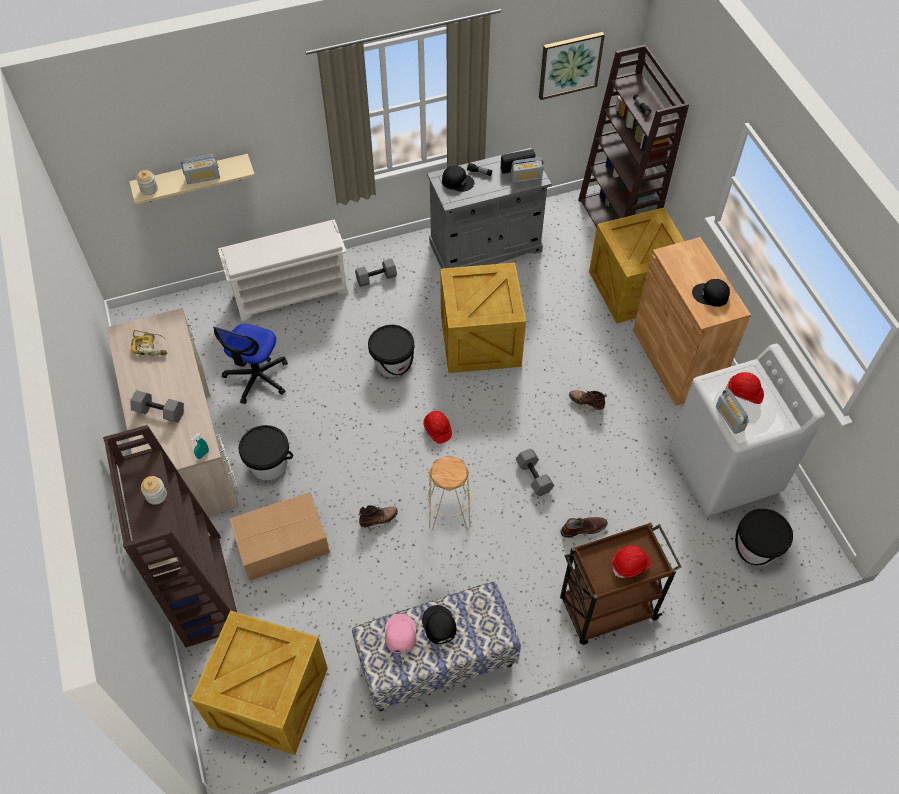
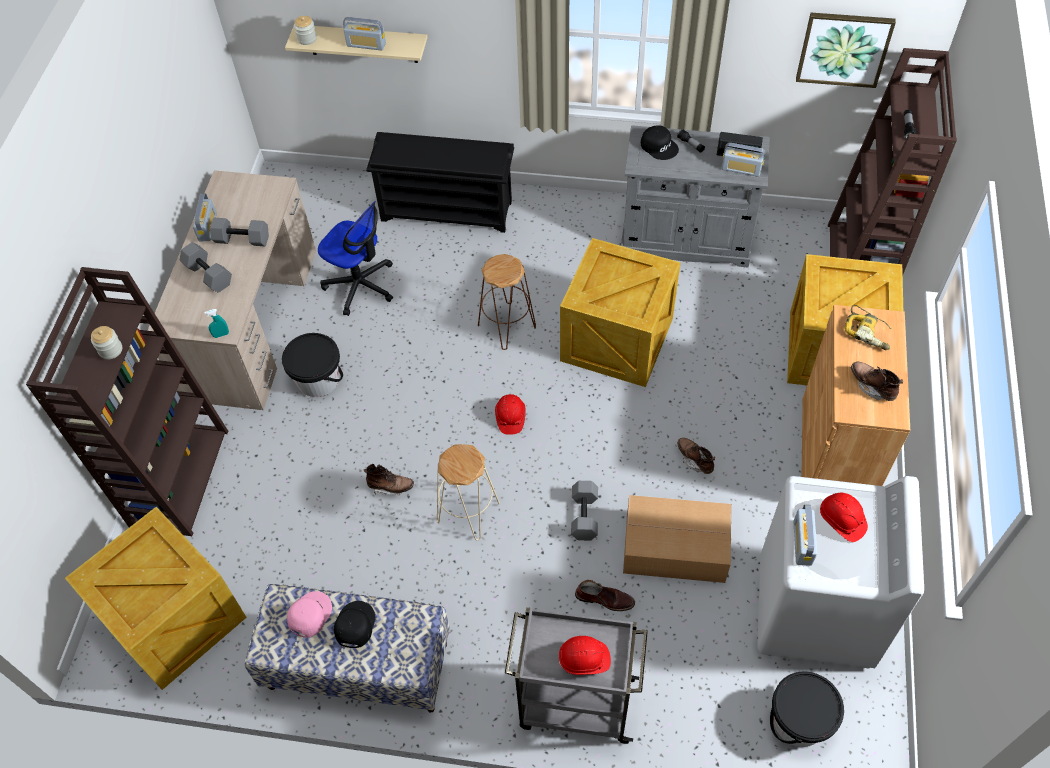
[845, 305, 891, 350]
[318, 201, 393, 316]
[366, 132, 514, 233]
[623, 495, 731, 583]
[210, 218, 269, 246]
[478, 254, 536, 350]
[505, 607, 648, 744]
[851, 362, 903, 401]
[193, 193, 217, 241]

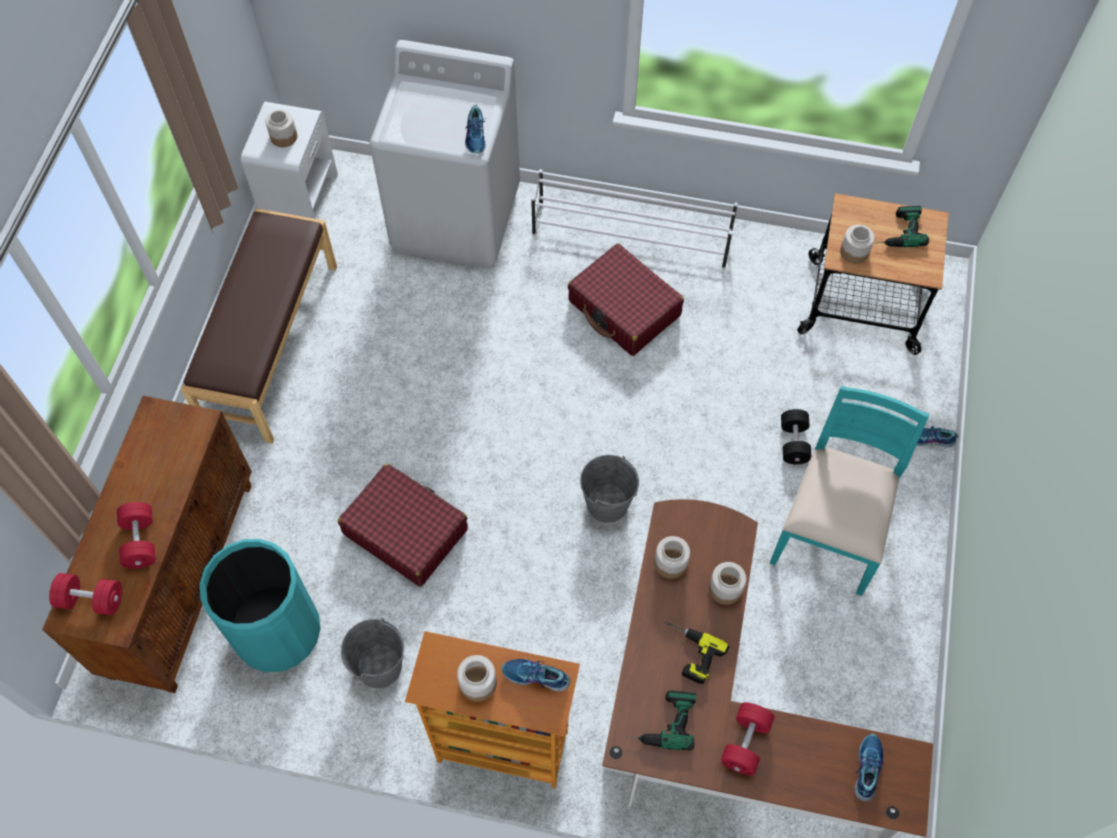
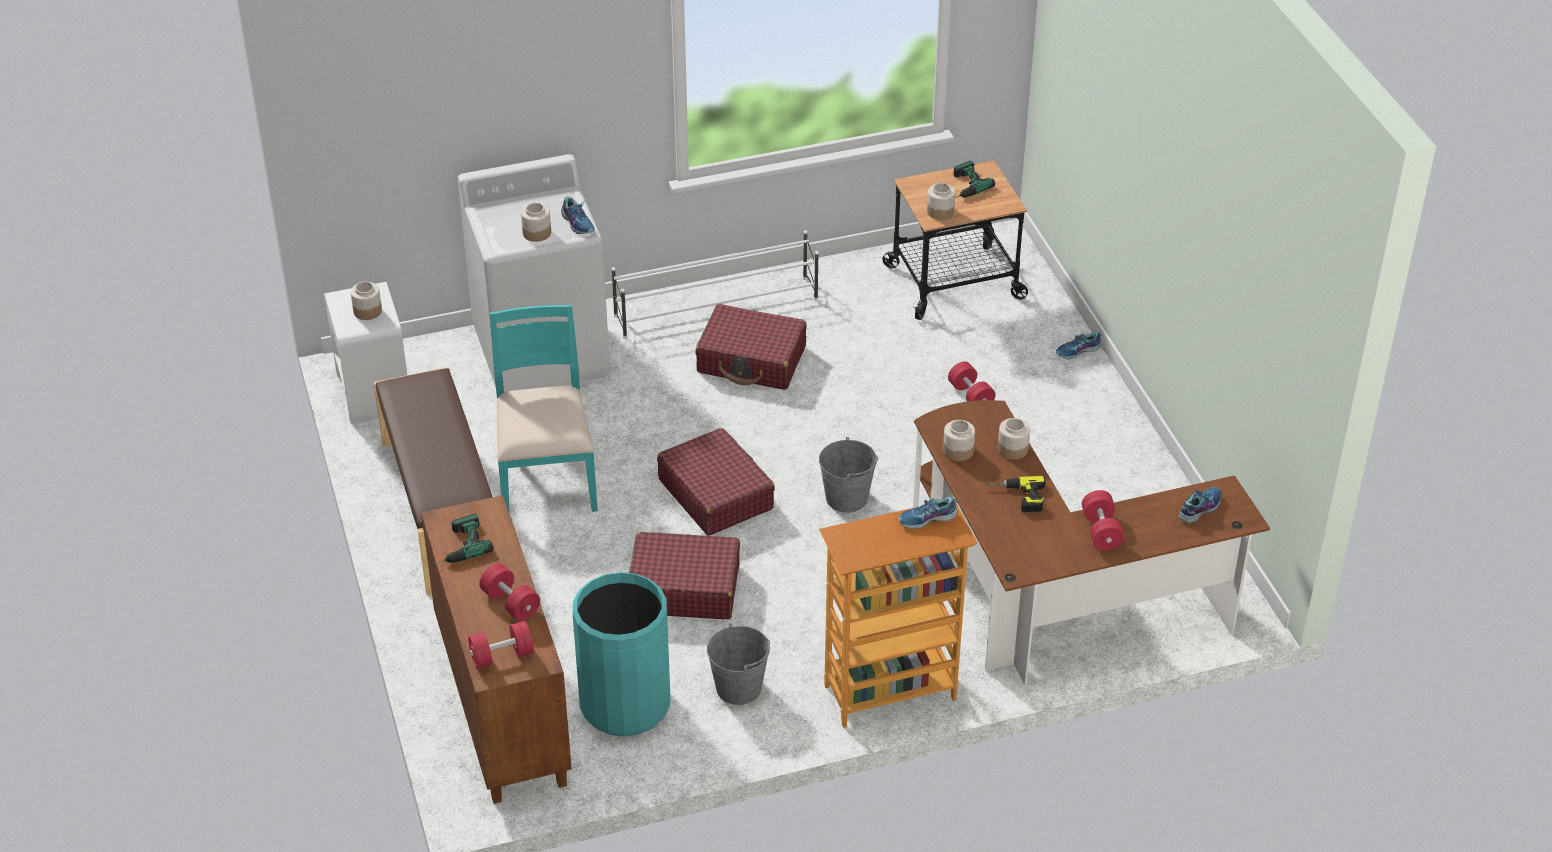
[521, 203, 551, 242]
[435, 514, 493, 563]
[490, 305, 598, 514]
[948, 362, 995, 402]
[1179, 487, 1222, 524]
[657, 428, 775, 536]

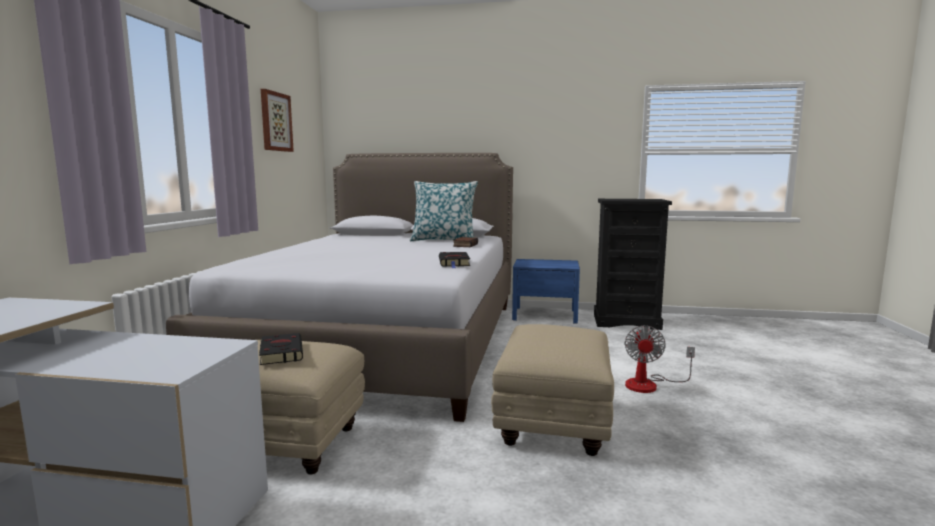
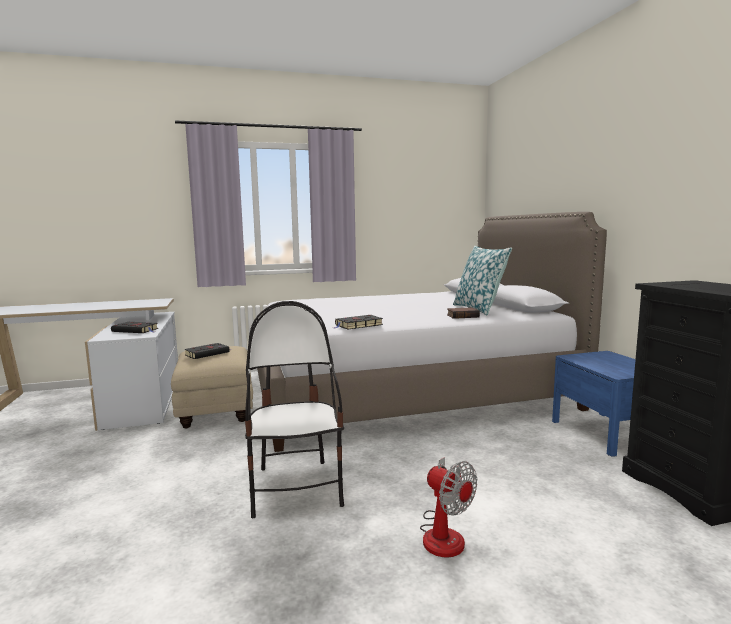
[261, 89, 294, 152] (first image)
[245, 301, 344, 518]
[420, 457, 477, 557]
[111, 322, 158, 333]

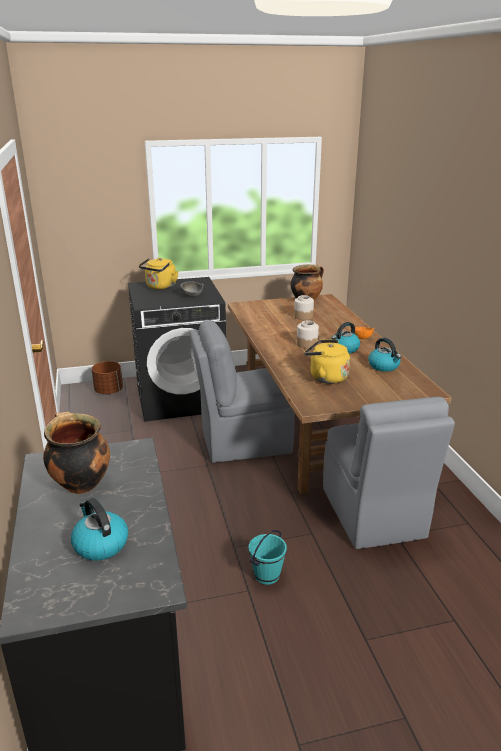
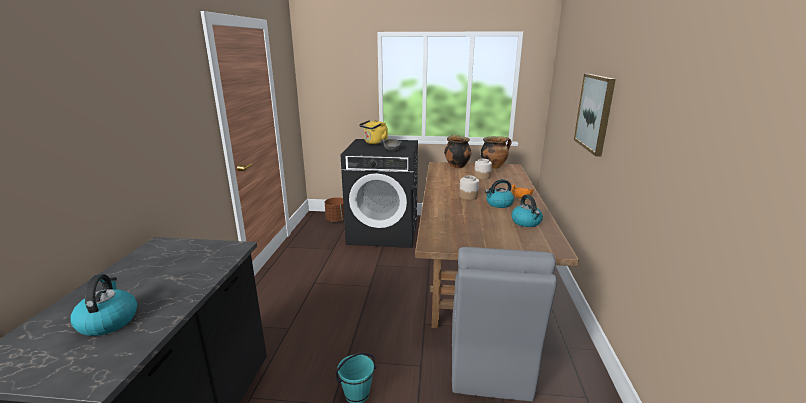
[444, 135, 471, 168]
[189, 320, 295, 463] (first image)
[304, 340, 350, 384] (first image)
[574, 74, 616, 156]

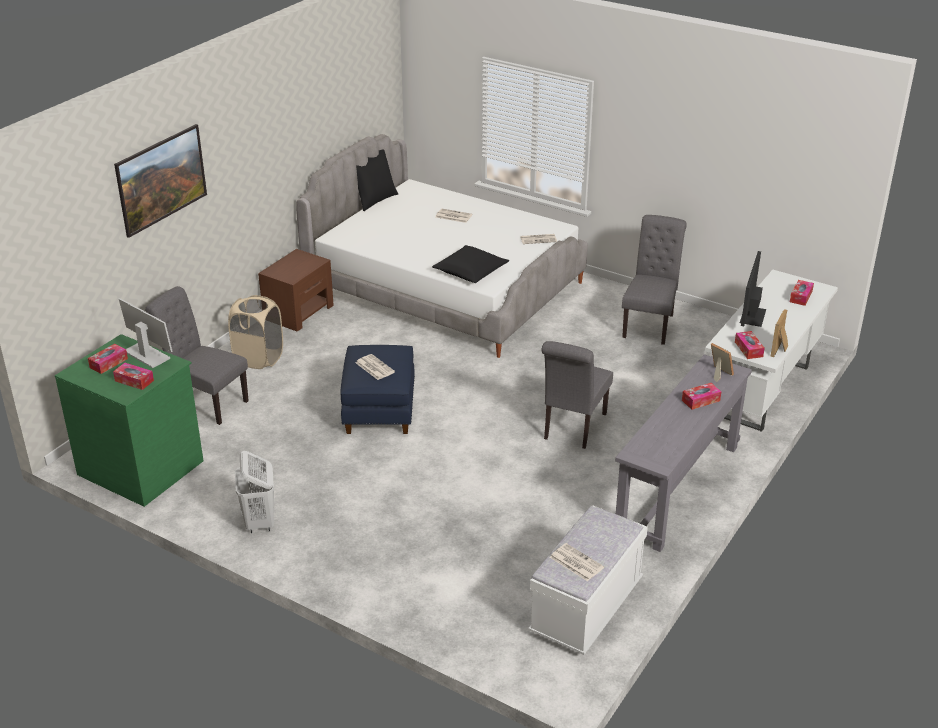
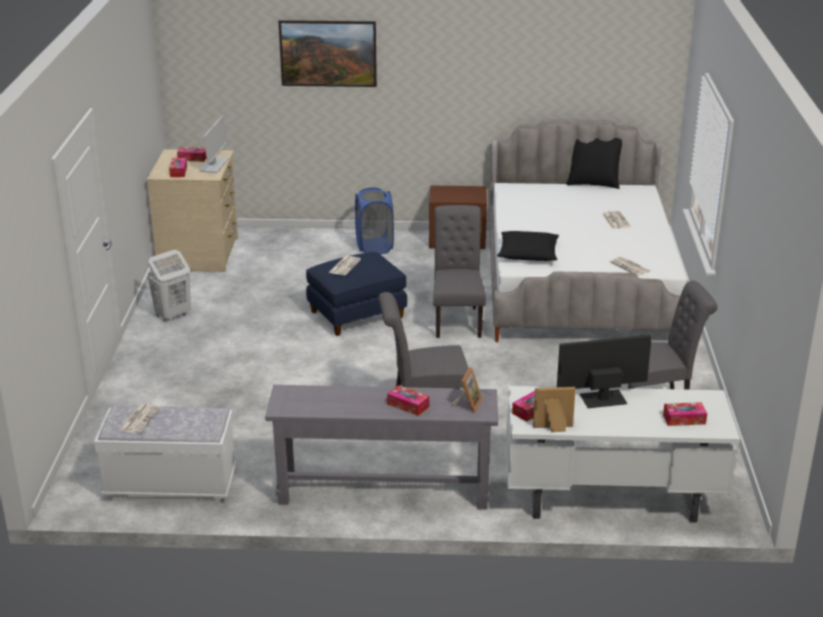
[147, 149, 238, 272]
[433, 205, 486, 338]
[355, 188, 394, 255]

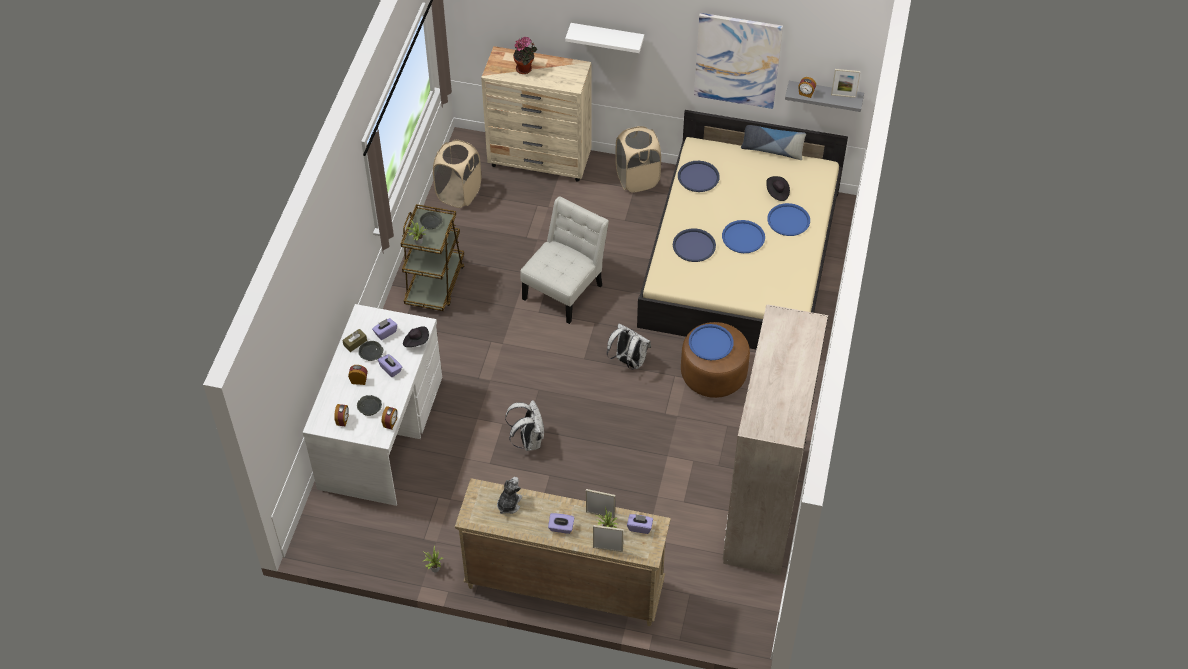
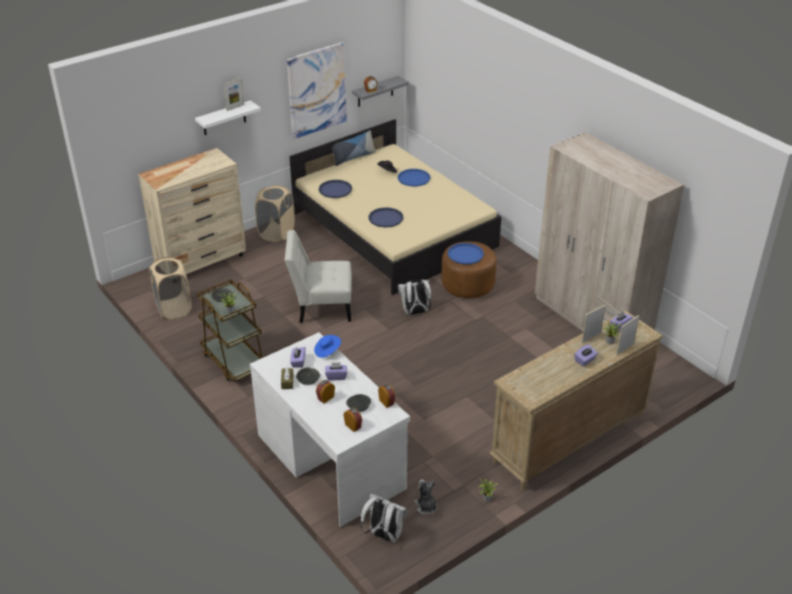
[314, 335, 341, 358]
[414, 479, 437, 515]
[360, 493, 408, 542]
[513, 37, 537, 74] (first image)
[285, 230, 352, 323]
[722, 220, 765, 253] (first image)
[223, 78, 244, 111]

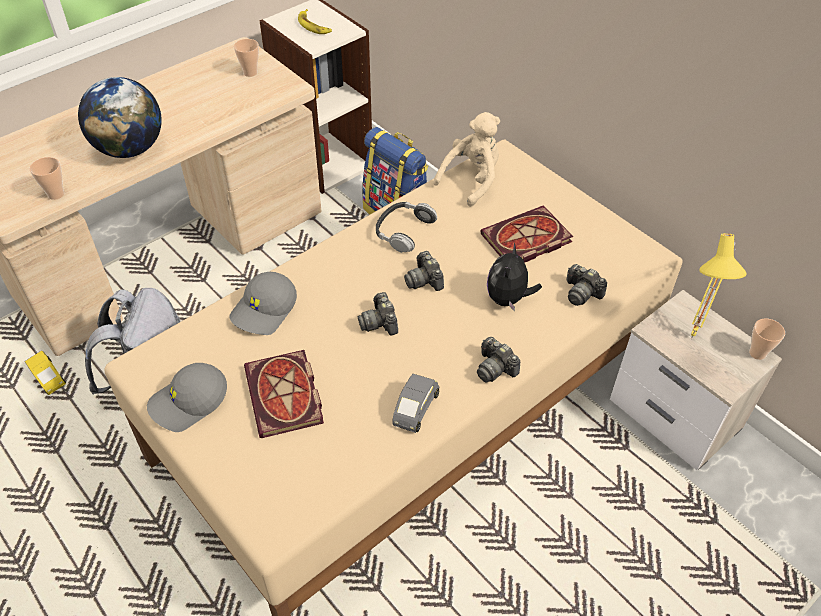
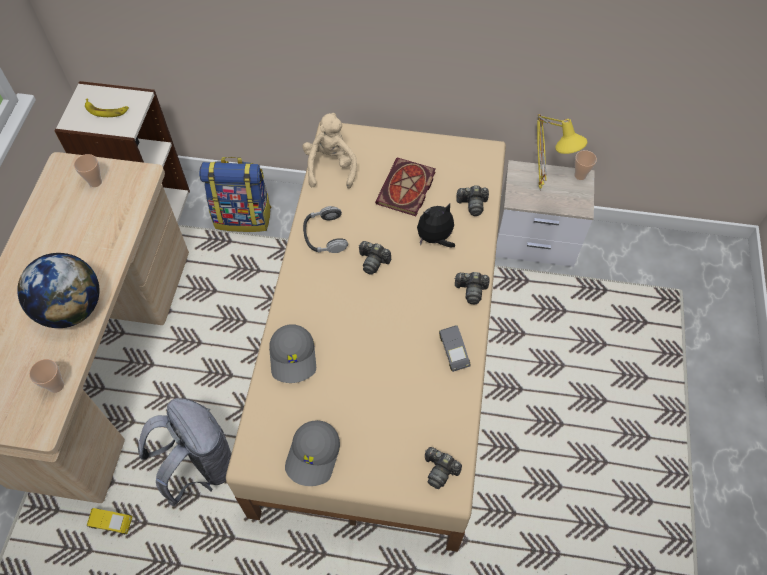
[244, 350, 324, 438] (first image)
[425, 447, 462, 489]
[417, 204, 455, 247]

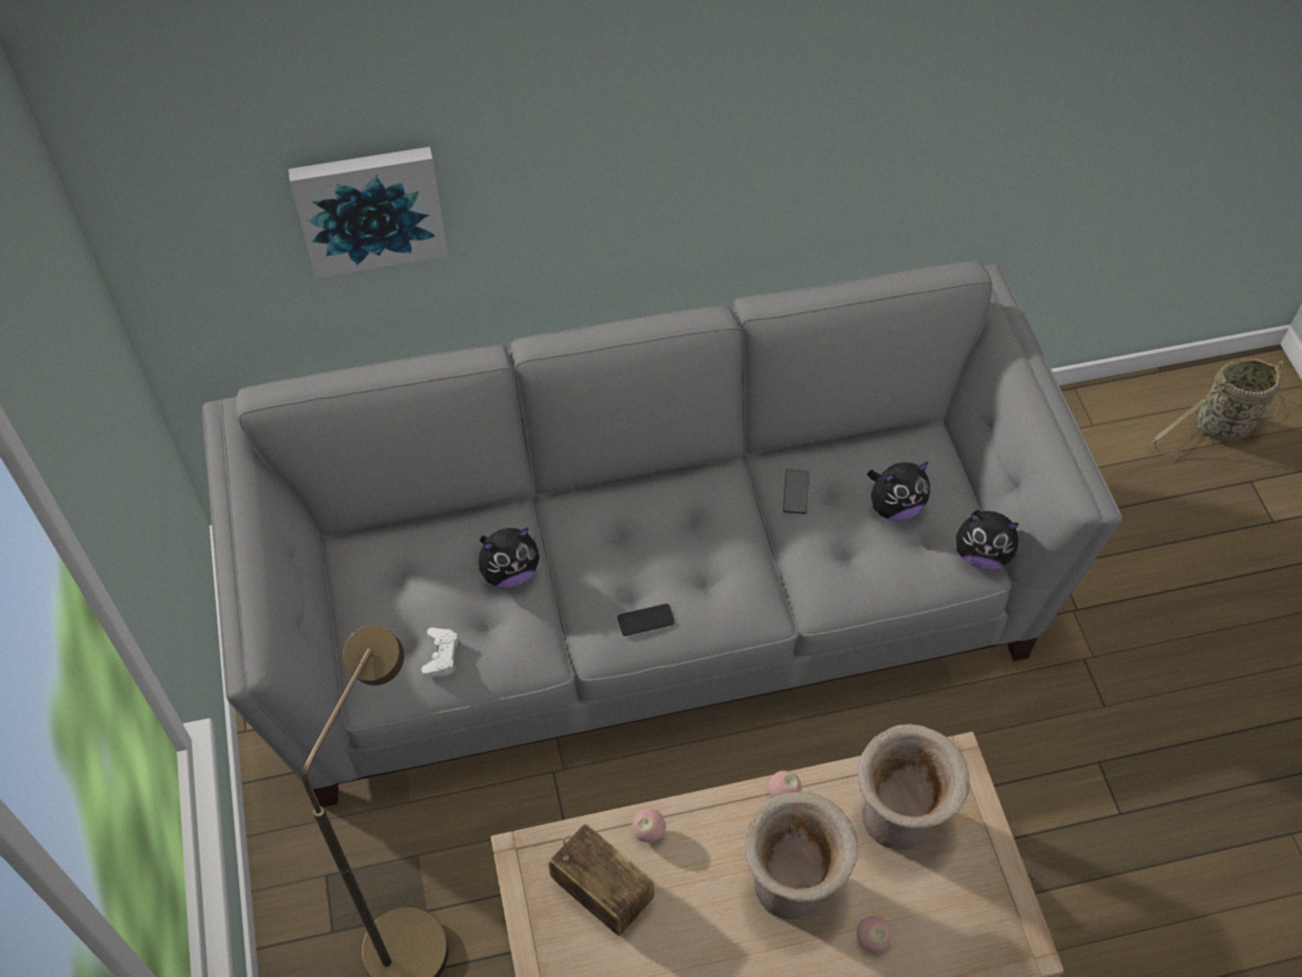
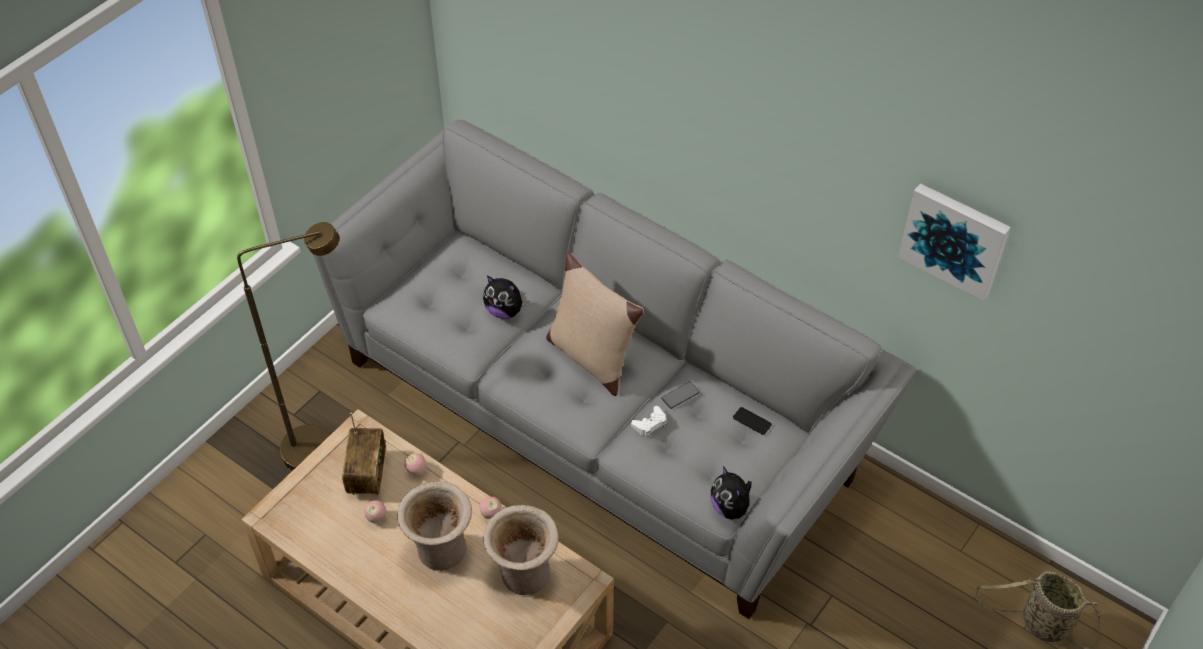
[898, 183, 1011, 301]
[631, 406, 666, 438]
[733, 407, 772, 435]
[364, 500, 386, 523]
[867, 462, 930, 521] (first image)
[546, 252, 643, 396]

